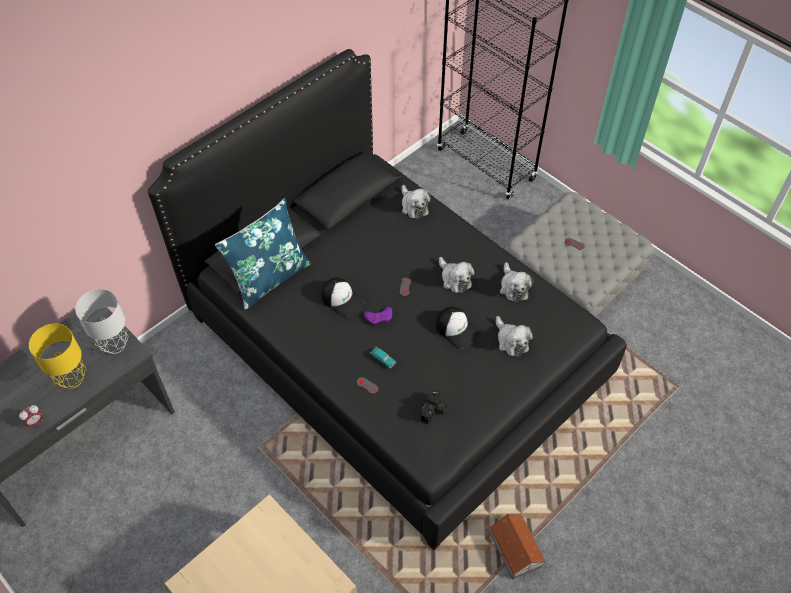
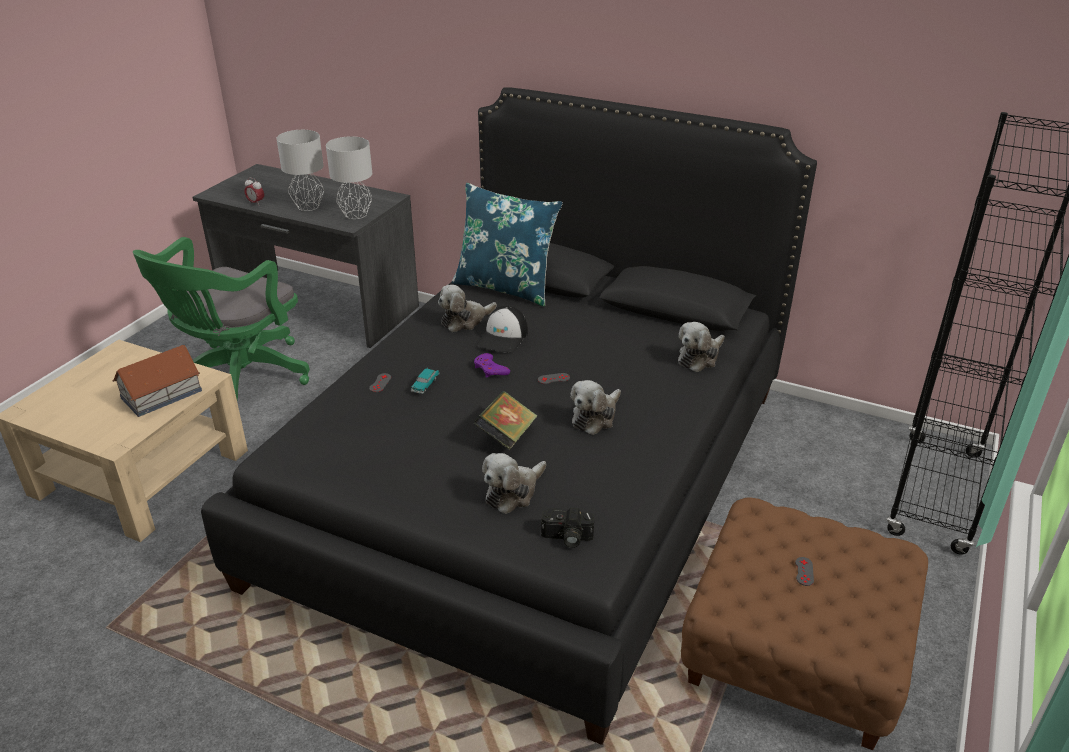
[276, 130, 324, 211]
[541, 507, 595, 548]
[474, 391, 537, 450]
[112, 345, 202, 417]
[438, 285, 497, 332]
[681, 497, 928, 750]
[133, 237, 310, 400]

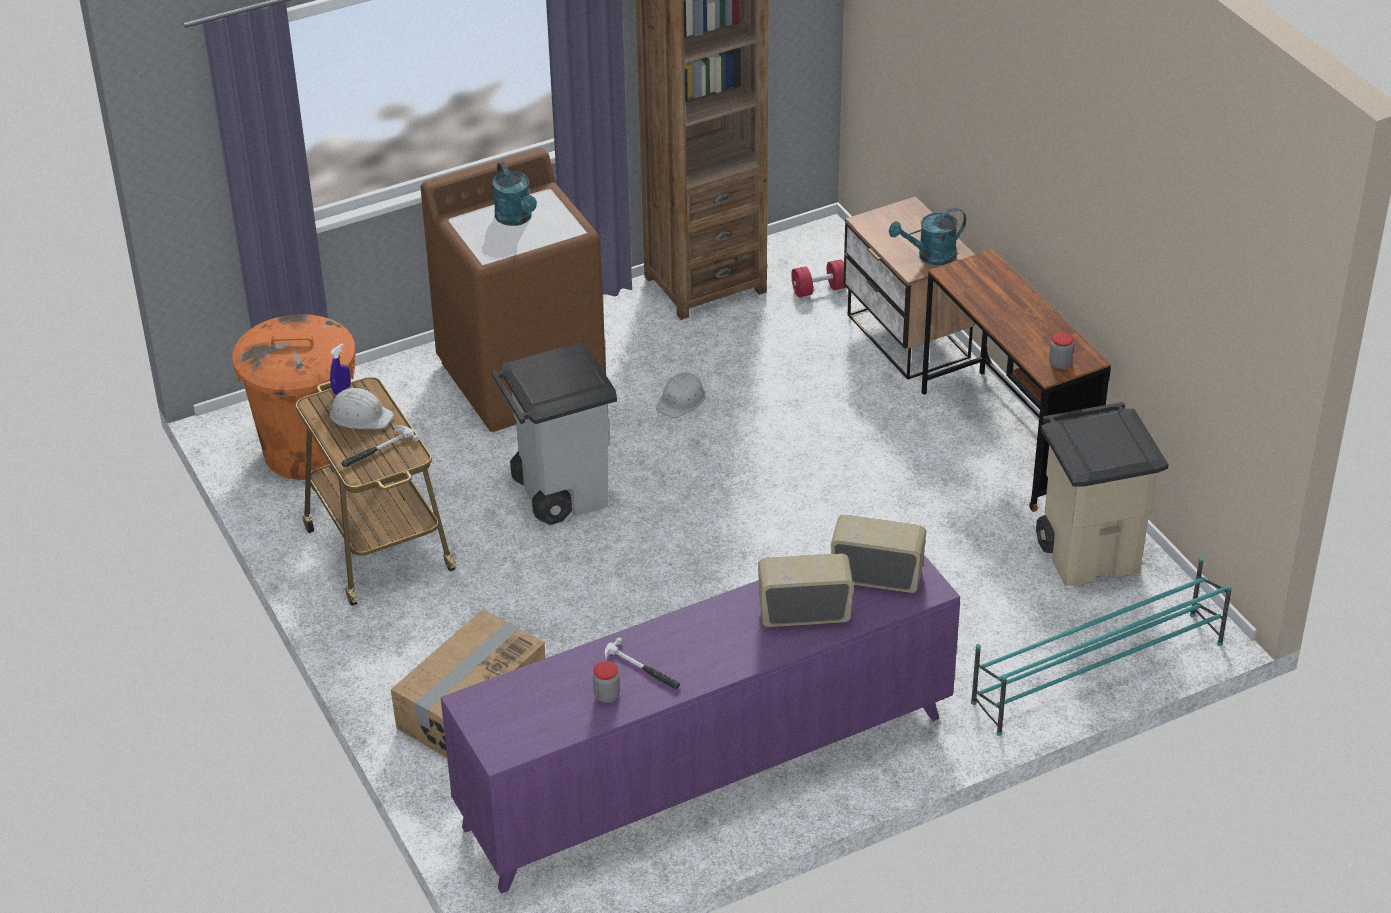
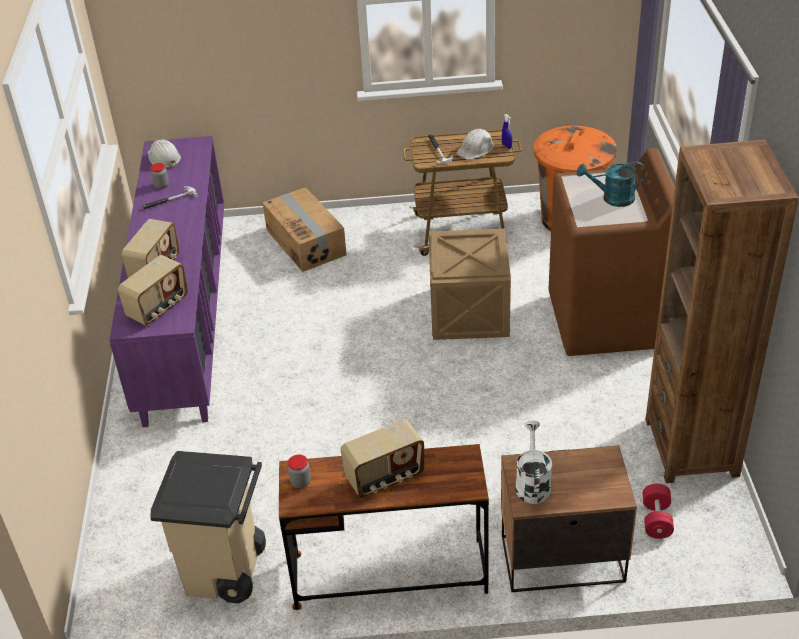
[429, 228, 511, 340]
[148, 139, 181, 168]
[515, 421, 552, 504]
[971, 557, 1232, 736] (first image)
[341, 420, 424, 498]

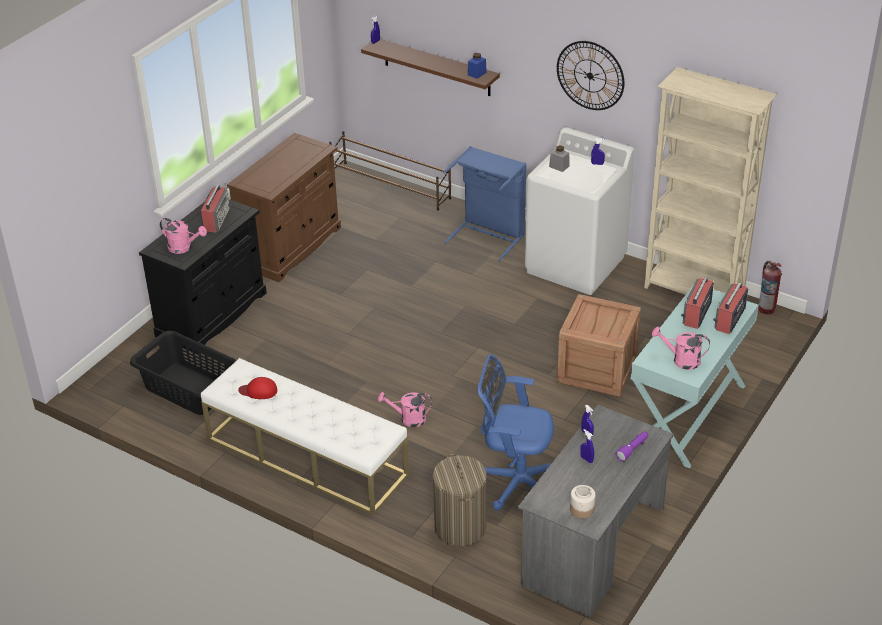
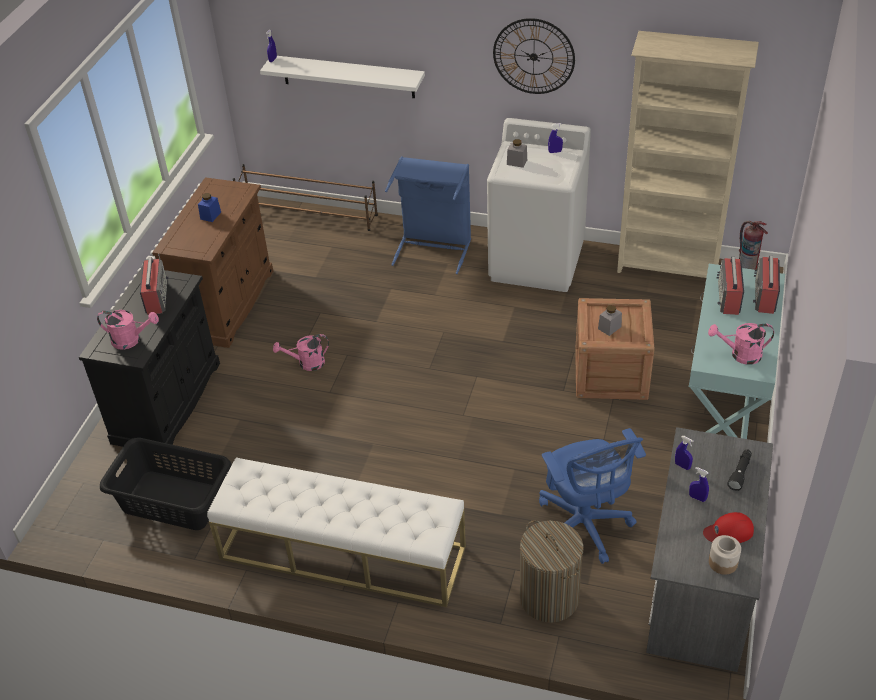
[703, 512, 754, 543]
[260, 56, 425, 98]
[273, 334, 329, 371]
[198, 193, 221, 222]
[539, 428, 646, 564]
[727, 449, 752, 491]
[598, 305, 622, 336]

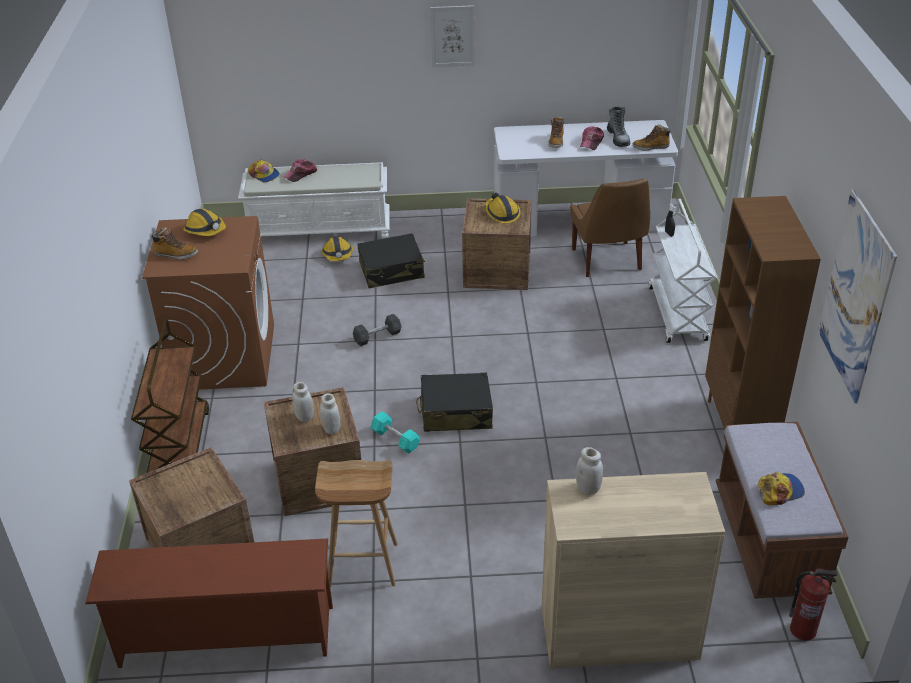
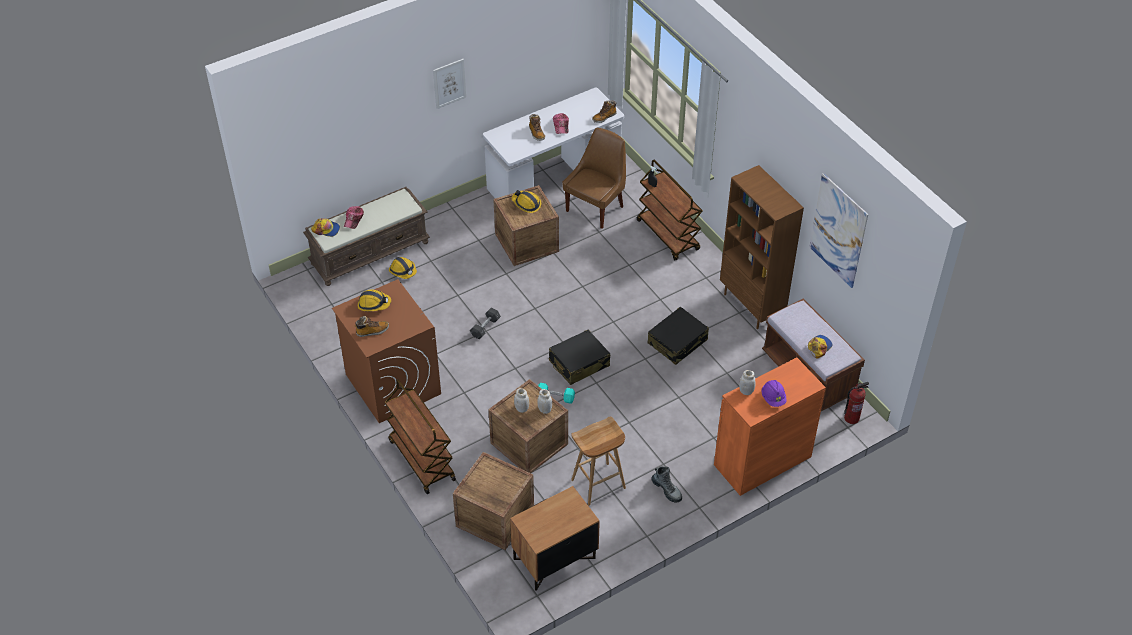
[510, 486, 600, 591]
[303, 187, 430, 286]
[648, 307, 709, 365]
[714, 357, 826, 496]
[562, 128, 626, 229]
[651, 466, 682, 503]
[637, 160, 703, 261]
[762, 380, 787, 407]

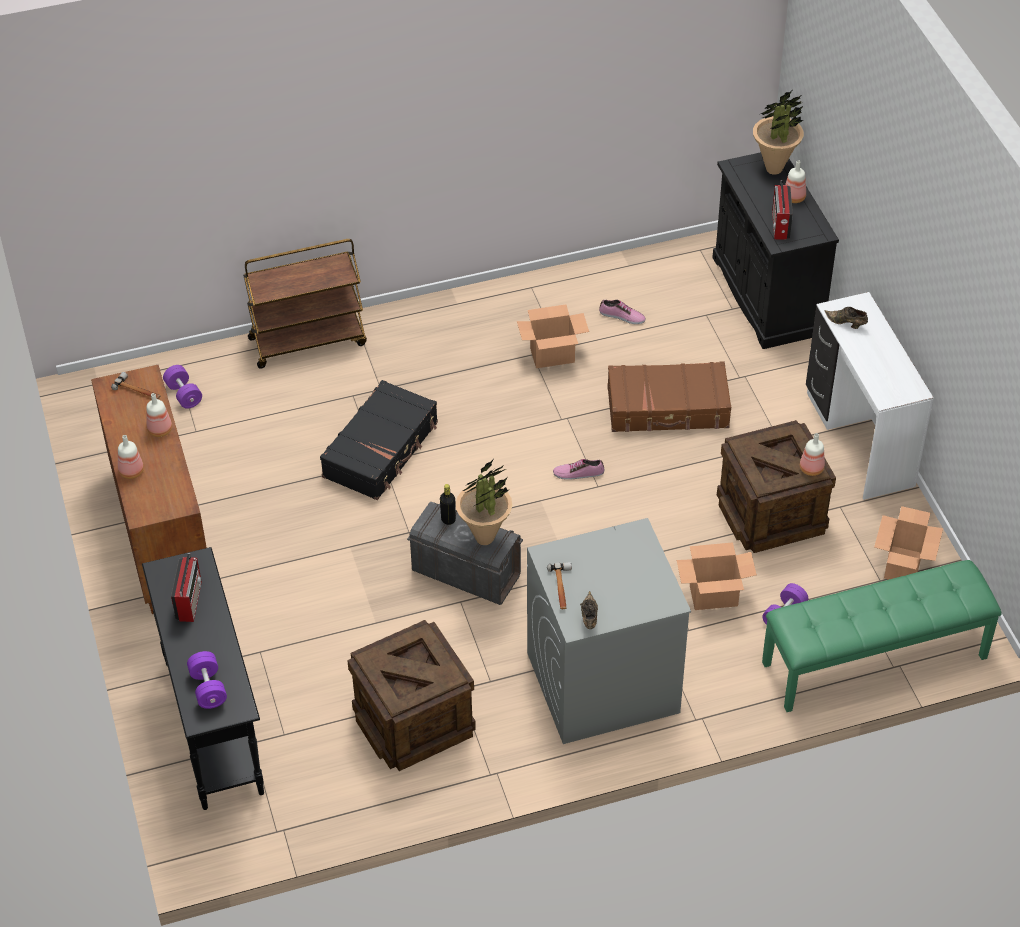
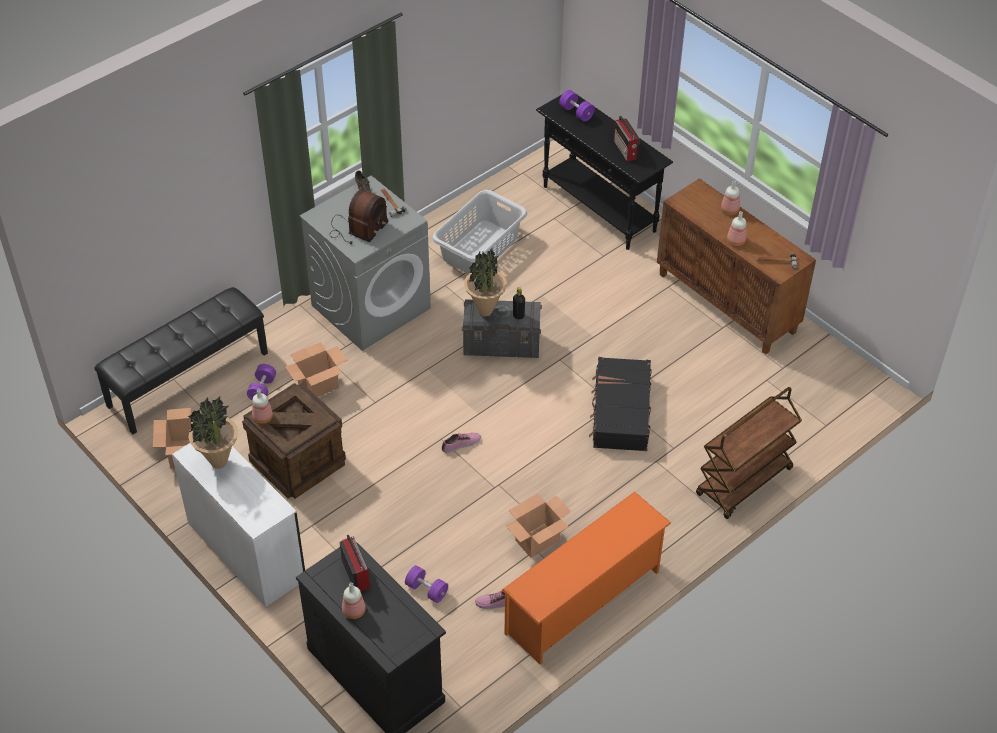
[405, 565, 448, 603]
[432, 190, 527, 274]
[607, 361, 731, 432] (first image)
[188, 396, 238, 469]
[94, 287, 268, 434]
[825, 307, 868, 329] (first image)
[330, 189, 388, 244]
[502, 492, 671, 665]

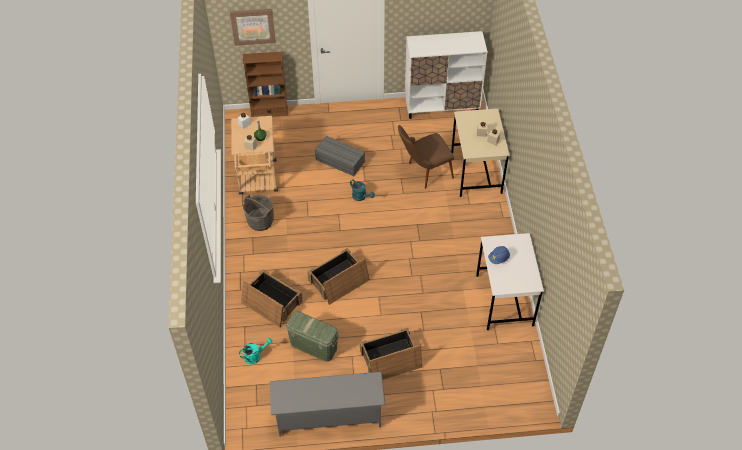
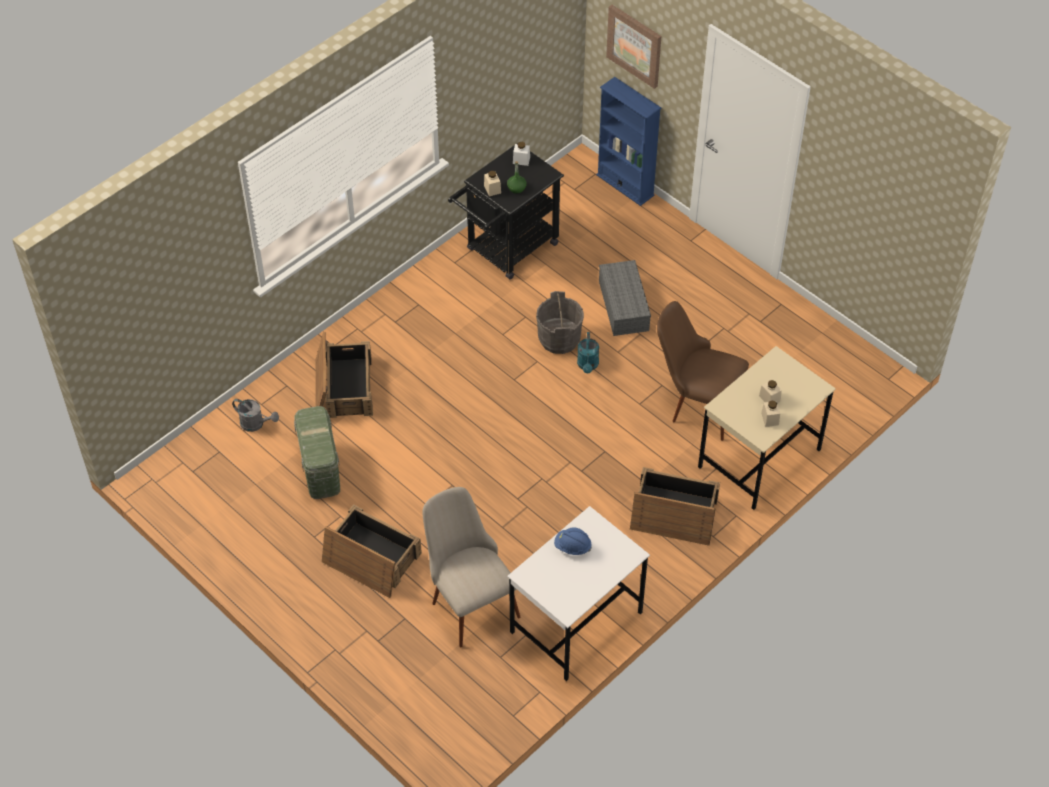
[448, 143, 564, 279]
[232, 399, 279, 432]
[596, 77, 661, 206]
[536, 291, 584, 354]
[270, 372, 385, 436] (first image)
[630, 467, 720, 546]
[405, 31, 487, 119] (first image)
[423, 487, 520, 647]

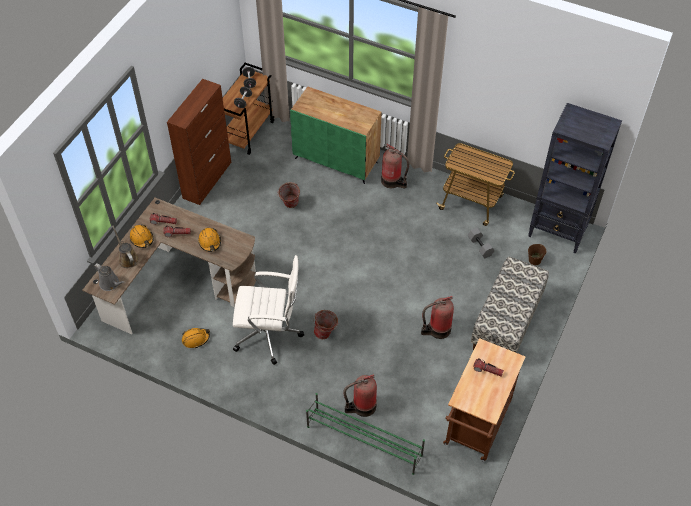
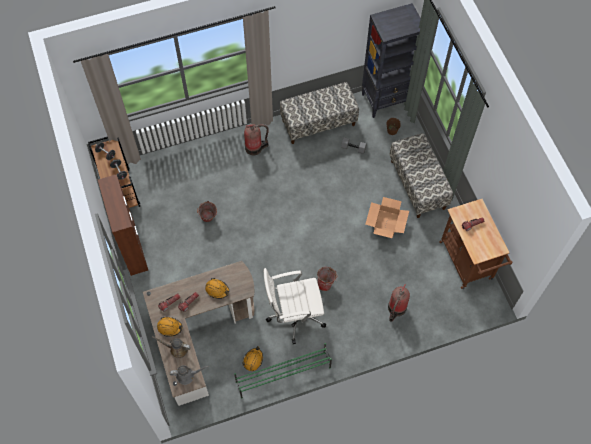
[263, 268, 326, 344]
[290, 87, 382, 184] (first image)
[234, 343, 332, 399]
[365, 197, 409, 238]
[280, 82, 359, 144]

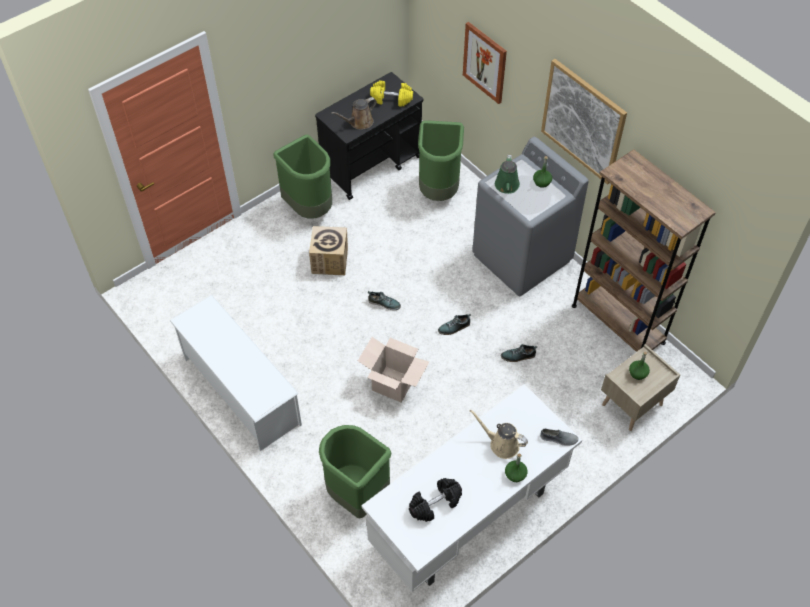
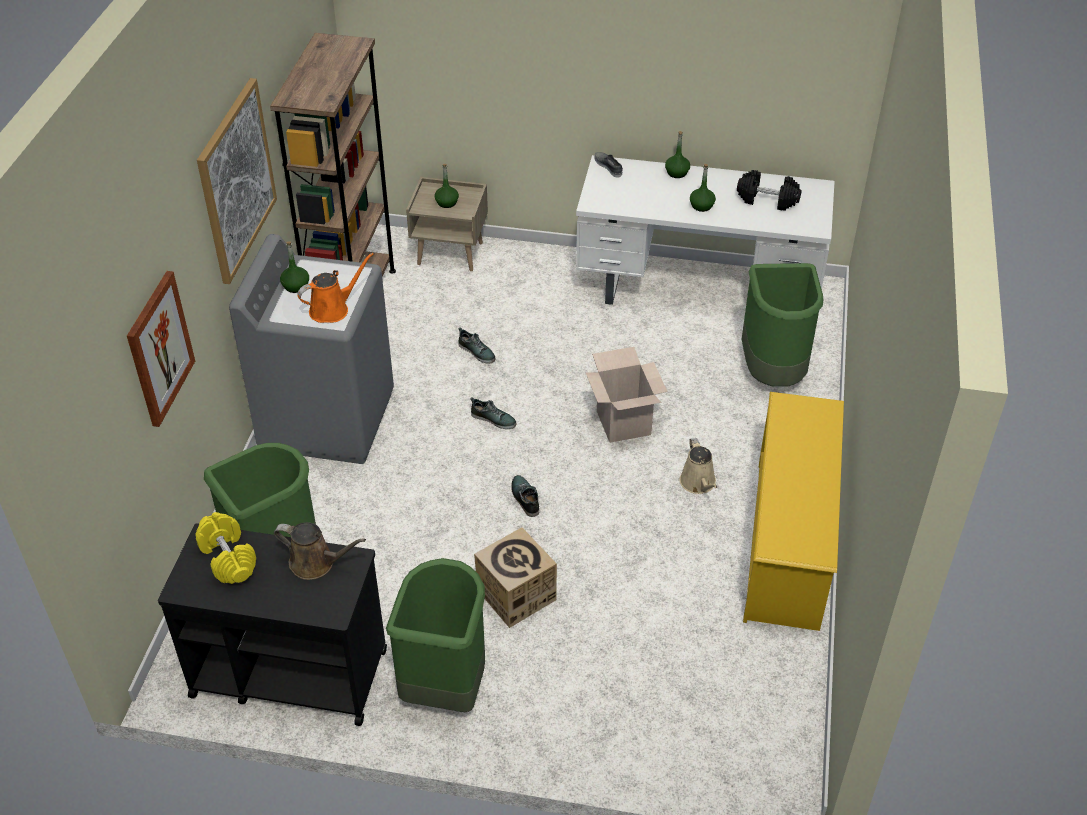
[743, 392, 844, 631]
[680, 438, 718, 494]
[297, 253, 373, 323]
[690, 164, 716, 212]

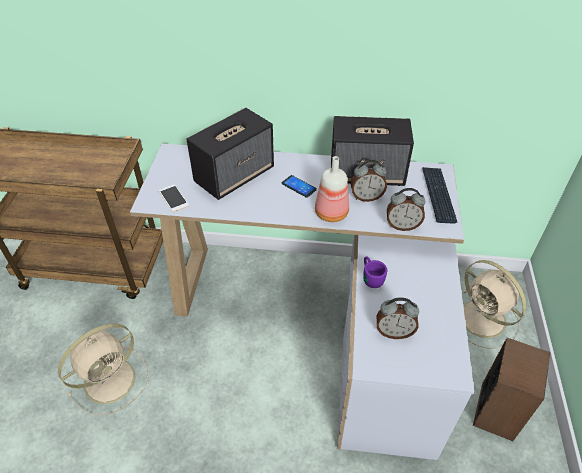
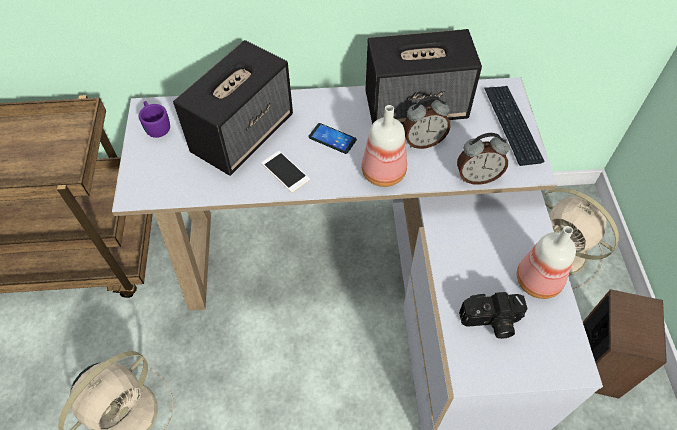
[261, 151, 310, 193]
[139, 101, 170, 138]
[459, 292, 528, 339]
[517, 226, 576, 299]

